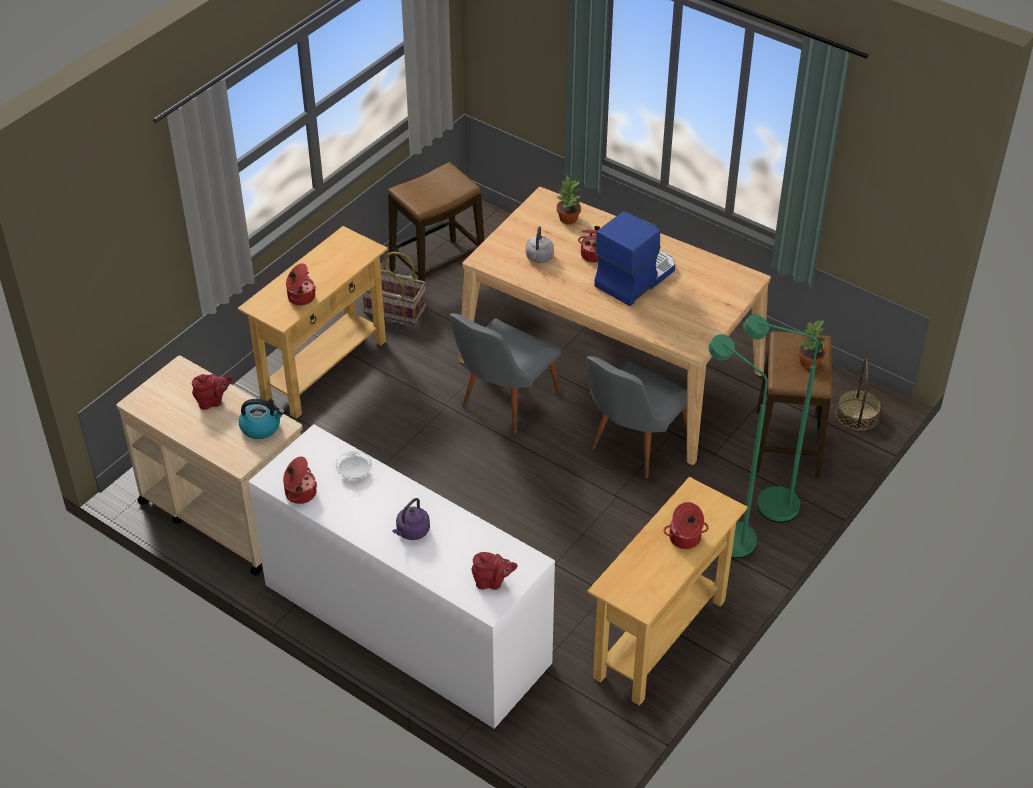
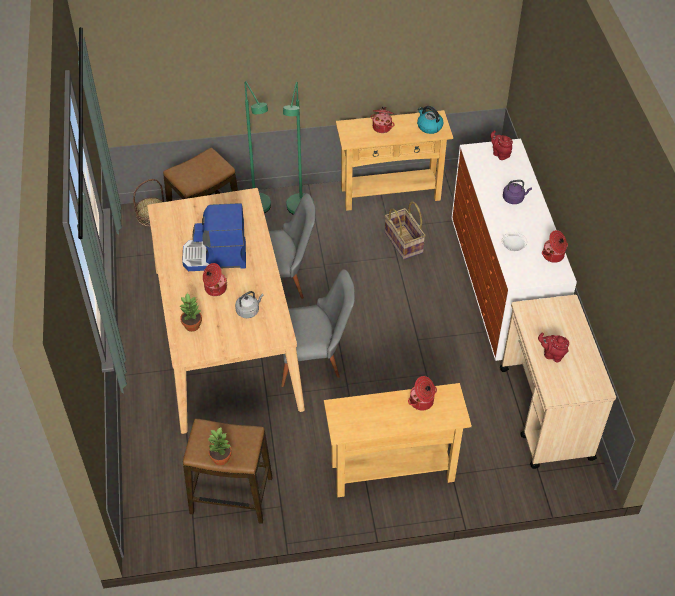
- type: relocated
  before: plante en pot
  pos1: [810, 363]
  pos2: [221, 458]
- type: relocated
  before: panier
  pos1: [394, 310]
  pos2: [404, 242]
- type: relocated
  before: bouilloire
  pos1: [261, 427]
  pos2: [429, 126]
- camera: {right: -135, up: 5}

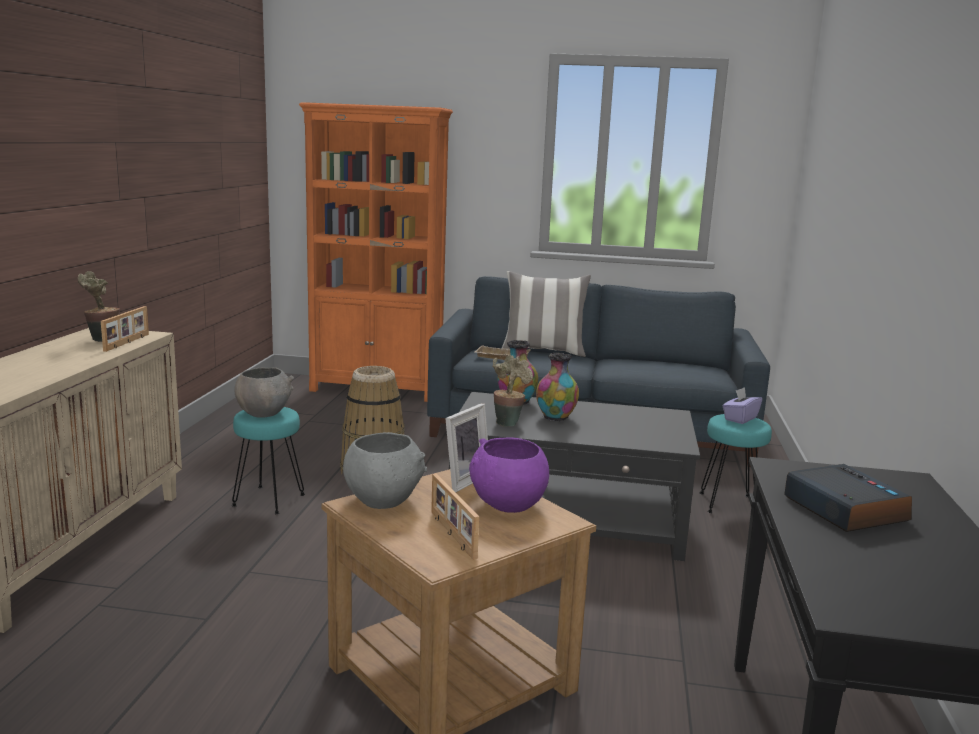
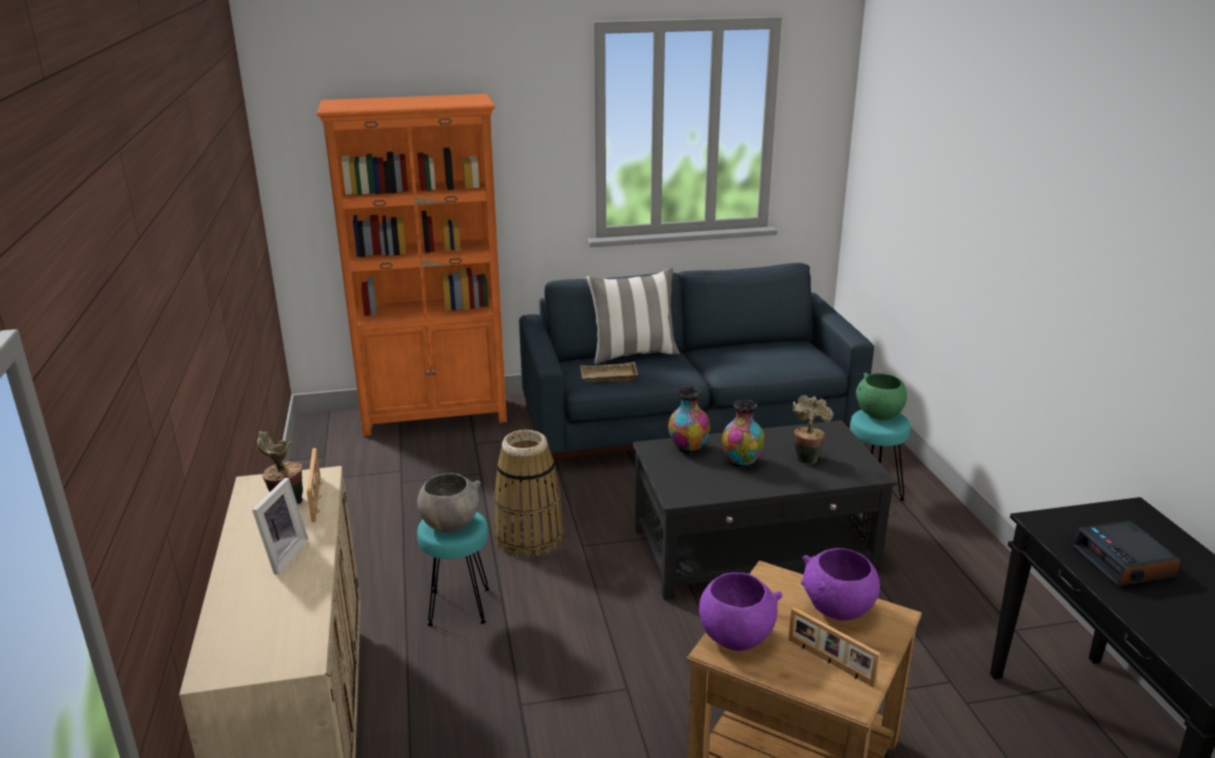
- type: relocated
  before: cadre photo
  pos1: [462, 480]
  pos2: [281, 555]
- type: colour
  before: bol/gris
  after: bol/violet
  pos1: [383, 500]
  pos2: [736, 637]
- type: relocated
  before: plante en pot
  pos1: [508, 422]
  pos2: [807, 458]
- type: exchanged
  before: boîte à mouchoirs/violet
  after: bol/vert
  pos1: [740, 418]
  pos2: [878, 415]
- type: spun
  before: réveil
  pos1: [843, 509]
  pos2: [1124, 562]
  turn: -150
- camera: {right: -20, up: 10}

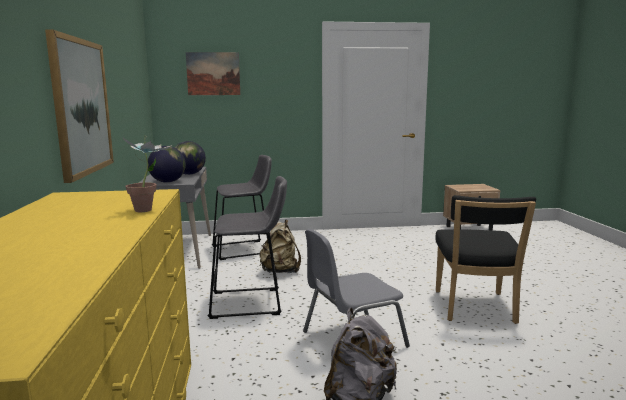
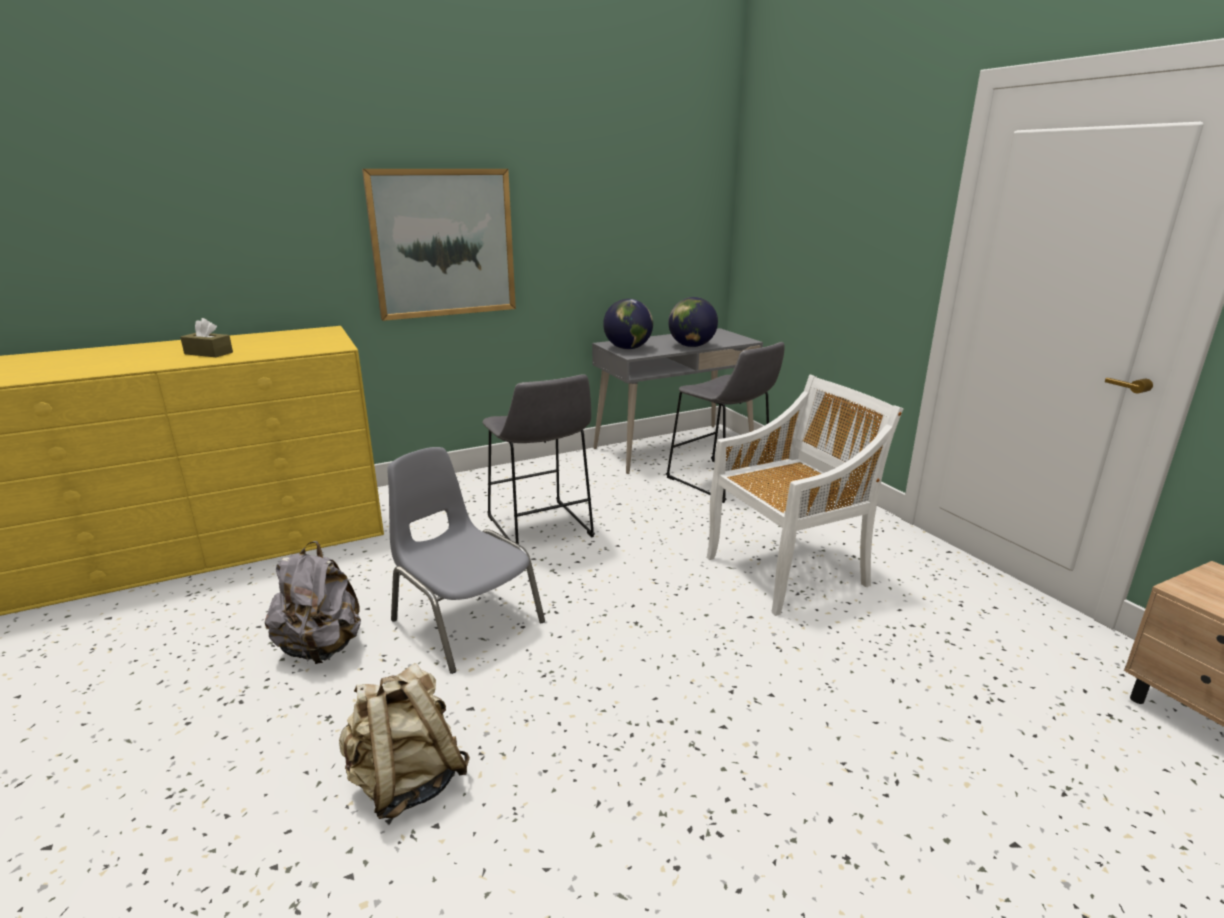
- type: appeared
  after: boîte à mouchoirs/marron
  pos2: [208, 353]
- type: relocated
  before: sac à dos/beige
  pos1: [280, 271]
  pos2: [406, 781]
- type: appeared
  after: chaise/blanc
  pos2: [788, 570]
- type: missing
  before: plante en pot
  pos1: [149, 209]
- type: missing
  before: tableau
  pos1: [213, 73]
- type: missing
  before: chaise/noir
  pos1: [475, 309]
- camera: {right: 70, up: 10}

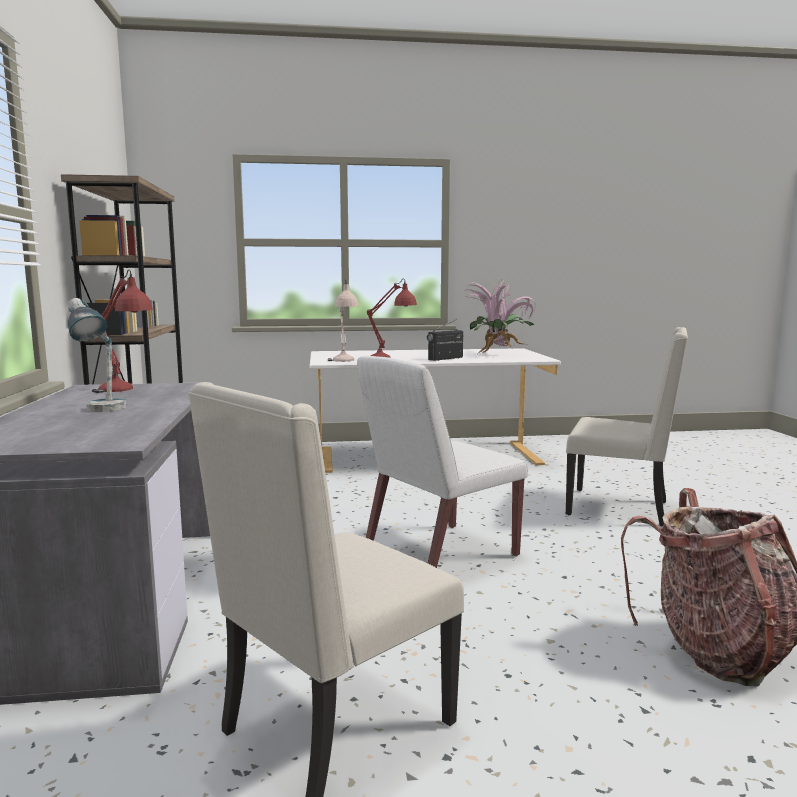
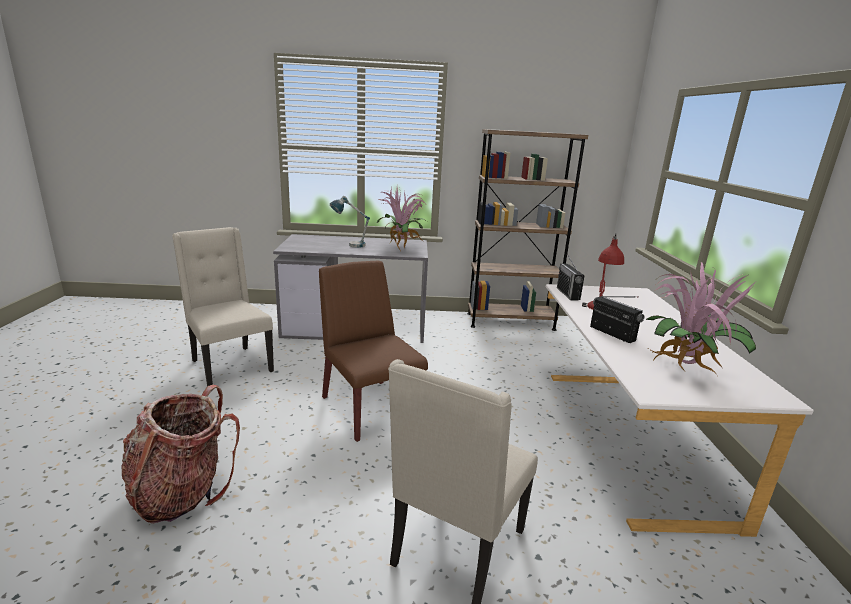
- type: colour
  before: chaise/blanc
  after: chaise/marron
  pos1: [439, 555]
  pos2: [369, 408]
- type: exchanged
  before: lampe de table/rouge
  after: plante en pot
  pos1: [125, 391]
  pos2: [402, 246]
- type: exchanged
  before: lampe de table/beige
  after: radio
  pos1: [344, 361]
  pos2: [568, 294]
- camera: {right: 95, up: 10}

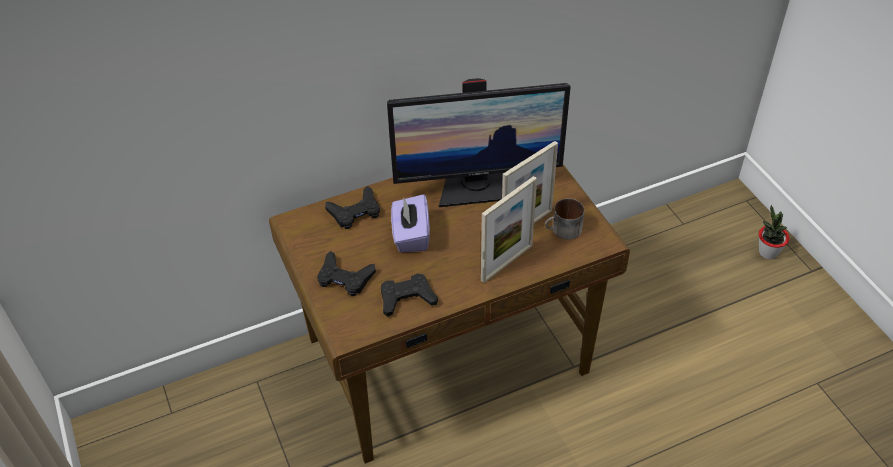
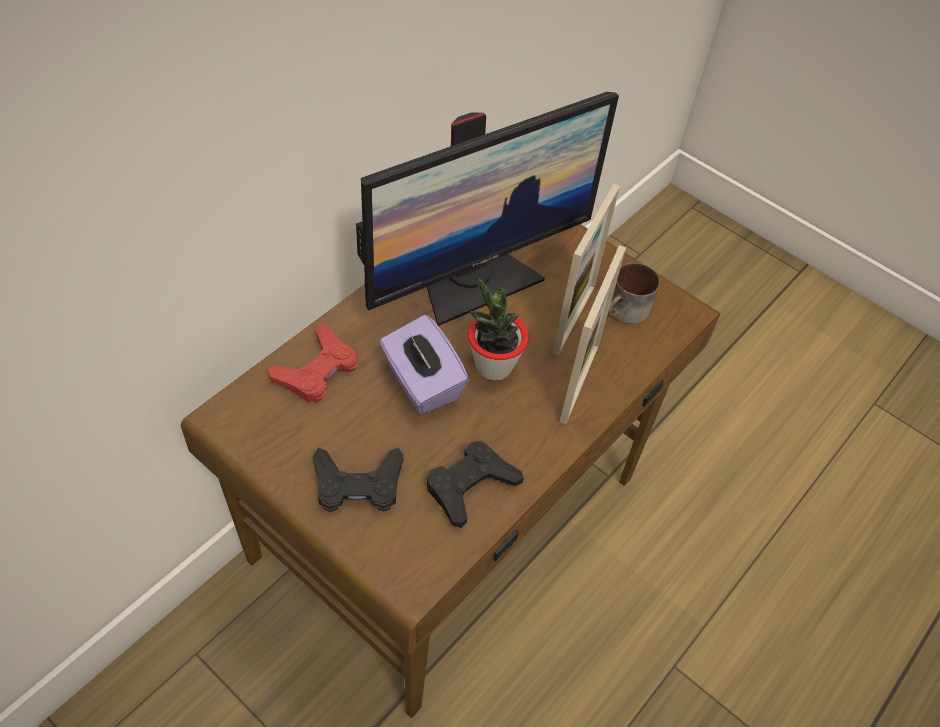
- type: colour
  before: manette/noir
  after: manette/rouge
  pos1: [355, 212]
  pos2: [317, 370]
- type: relocated
  before: plante en pot
  pos1: [768, 252]
  pos2: [493, 366]
- camera: {right: -30, up: 5}

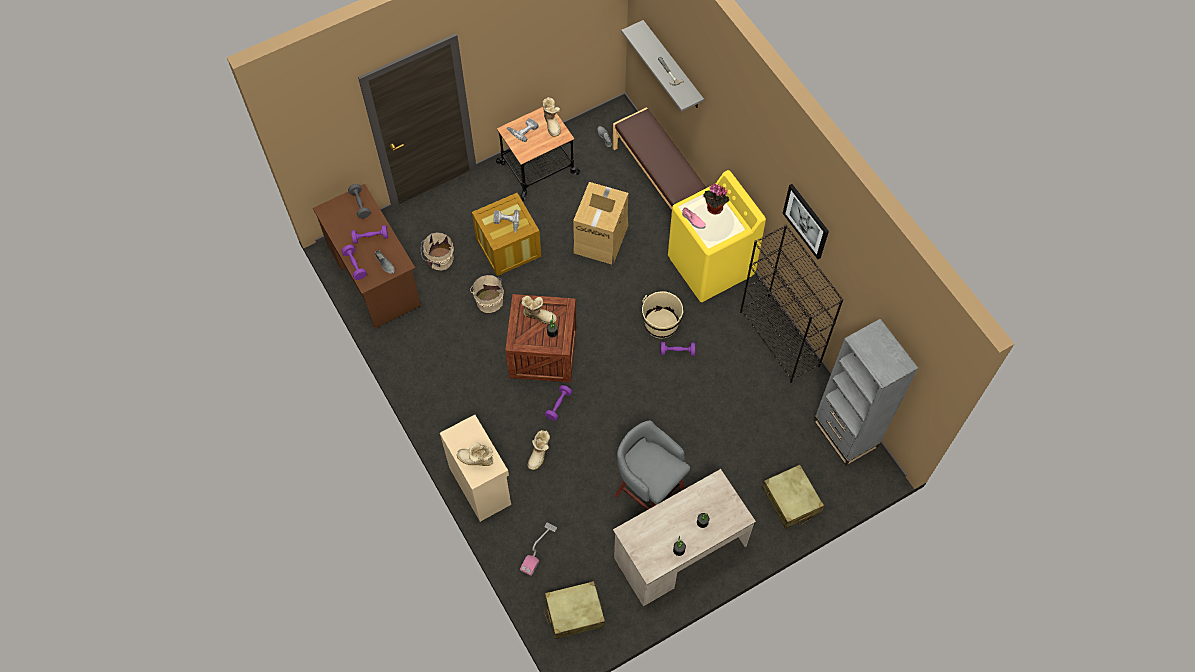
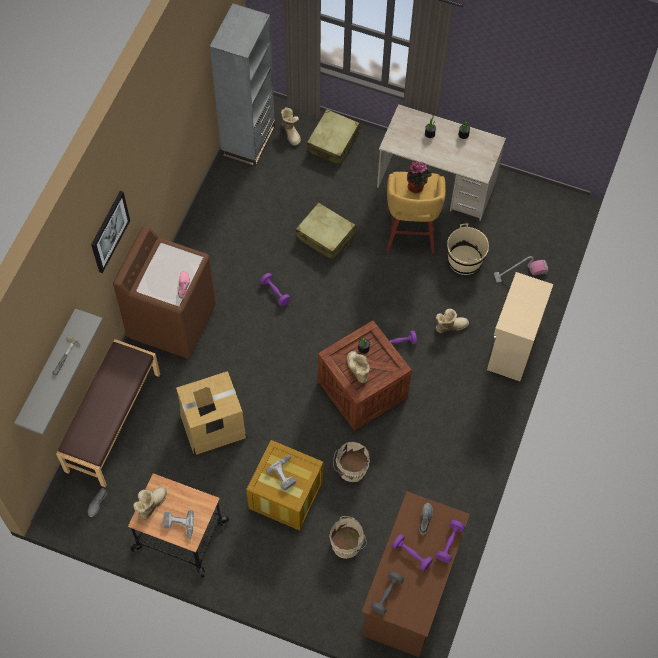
- type: relocated
  before: tableau
  pos1: [806, 221]
  pos2: [109, 231]
- type: colour
  before: lave-linge/jaune
  after: lave-linge/marron
  pos1: [711, 266]
  pos2: [172, 321]
- type: relocated
  before: botte
  pos1: [476, 460]
  pos2: [291, 133]
- type: relocated
  before: valise/beige
  pos1: [574, 613]
  pos2: [325, 237]
- type: colour
  before: tabouret/gris
  after: tabouret/jaune
  pos1: [648, 492]
  pos2: [410, 233]
- type: relocated
  before: plante en pot
  pos1: [713, 209]
  pos2: [417, 187]
- type: relocated
  before: seau/beige
  pos1: [661, 324]
  pos2: [464, 260]
- type: missing
  before: bibliothèque/noir
  pos1: [780, 339]
- camera: {right: -130, up: 0}

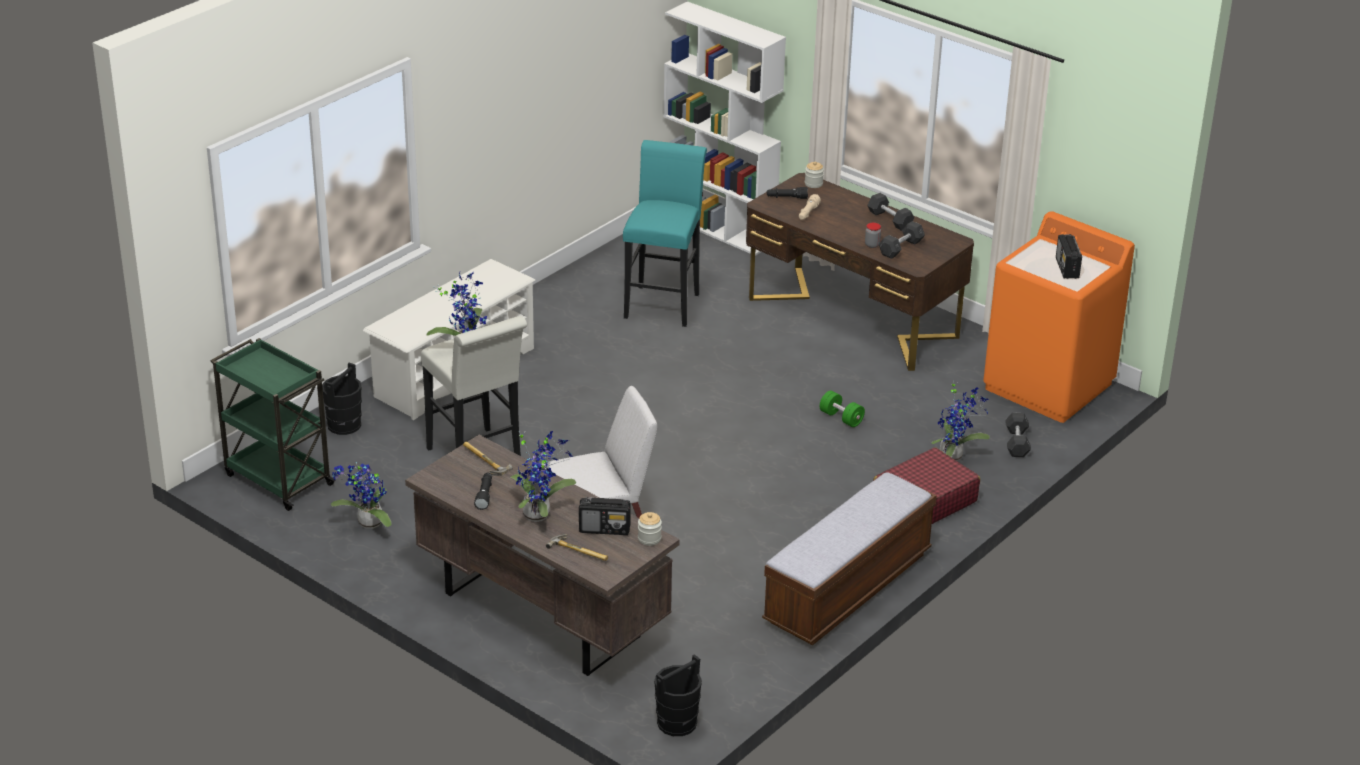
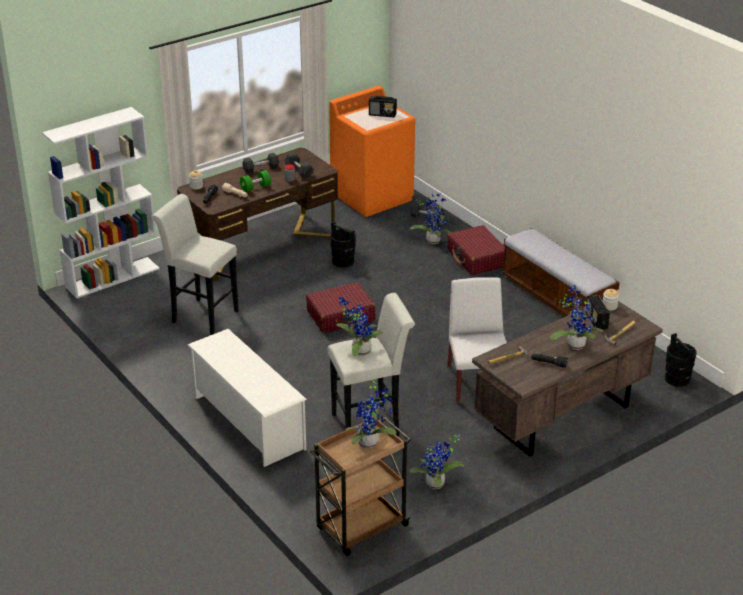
- type: colour
  before: tabouret/turquoise
  after: tabouret/blanc
  pos1: [663, 303]
  pos2: [201, 315]
- type: relocated
  before: haltère/vert
  pos1: [841, 418]
  pos2: [255, 187]
- type: appeared
  after: valise/rouge
  pos2: [341, 316]
- type: colour
  before: chariot/vert
  after: chariot/marron
  pos1: [277, 478]
  pos2: [361, 528]
- type: relocated
  before: seau/noir
  pos1: [344, 425]
  pos2: [343, 261]
- type: appeared
  after: plante en pot
  pos2: [370, 443]
- type: spun
  before: radio
  pos1: [605, 529]
  pos2: [596, 321]
  turn: 150
- camera: {right: -75, up: 0}

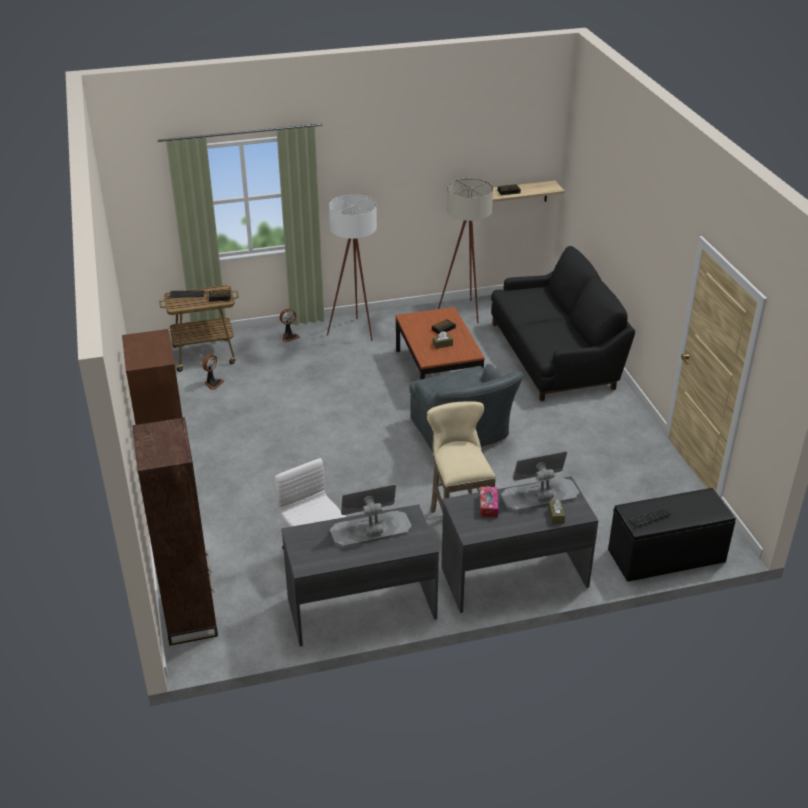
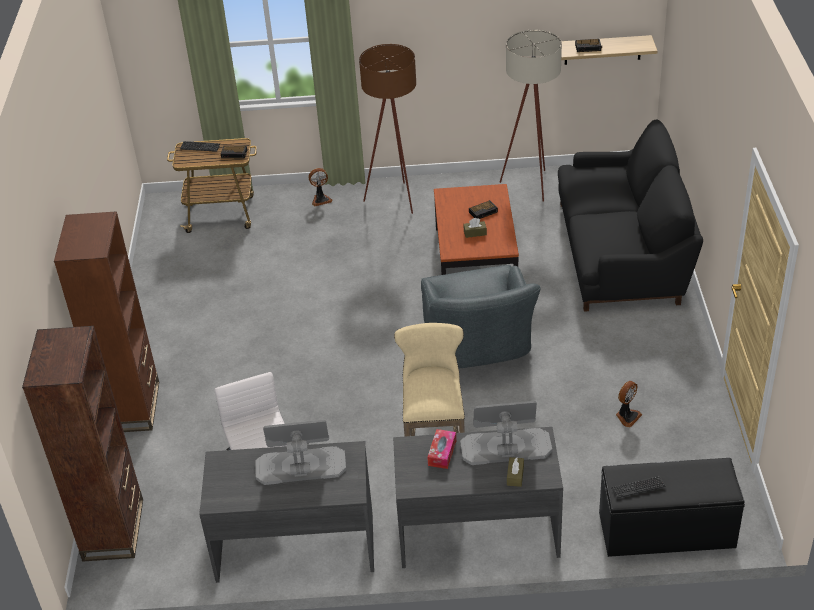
- type: colour
  before: lampadaire/blanc
  after: lampadaire/marron
  pos1: [356, 333]
  pos2: [397, 202]
- type: relocated
  before: ventilateur
  pos1: [213, 383]
  pos2: [627, 416]
- camera: {right: 15, up: 5}

